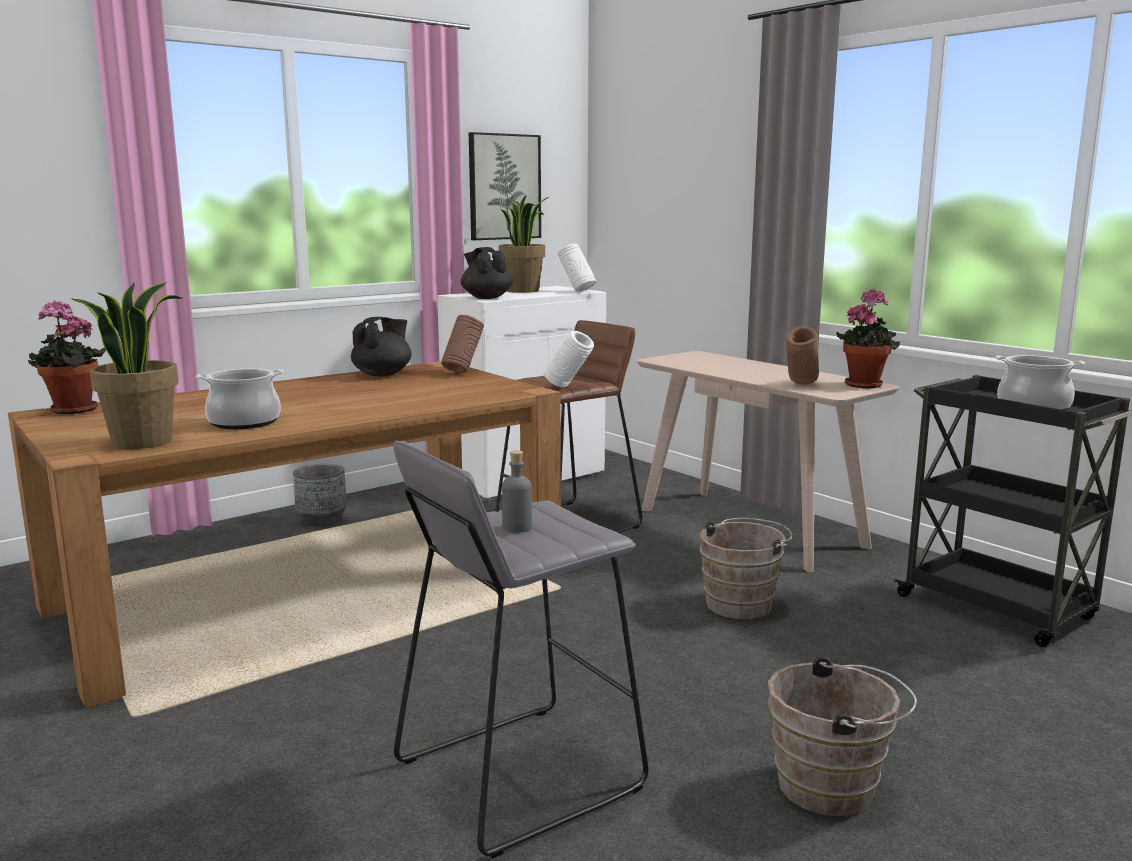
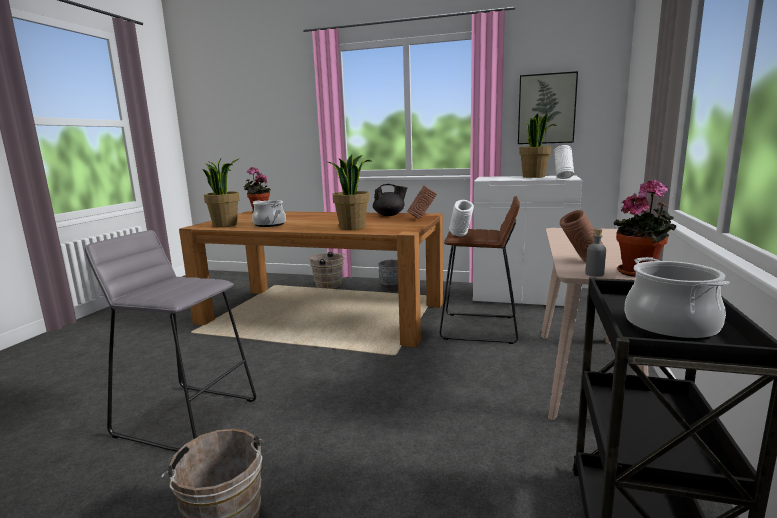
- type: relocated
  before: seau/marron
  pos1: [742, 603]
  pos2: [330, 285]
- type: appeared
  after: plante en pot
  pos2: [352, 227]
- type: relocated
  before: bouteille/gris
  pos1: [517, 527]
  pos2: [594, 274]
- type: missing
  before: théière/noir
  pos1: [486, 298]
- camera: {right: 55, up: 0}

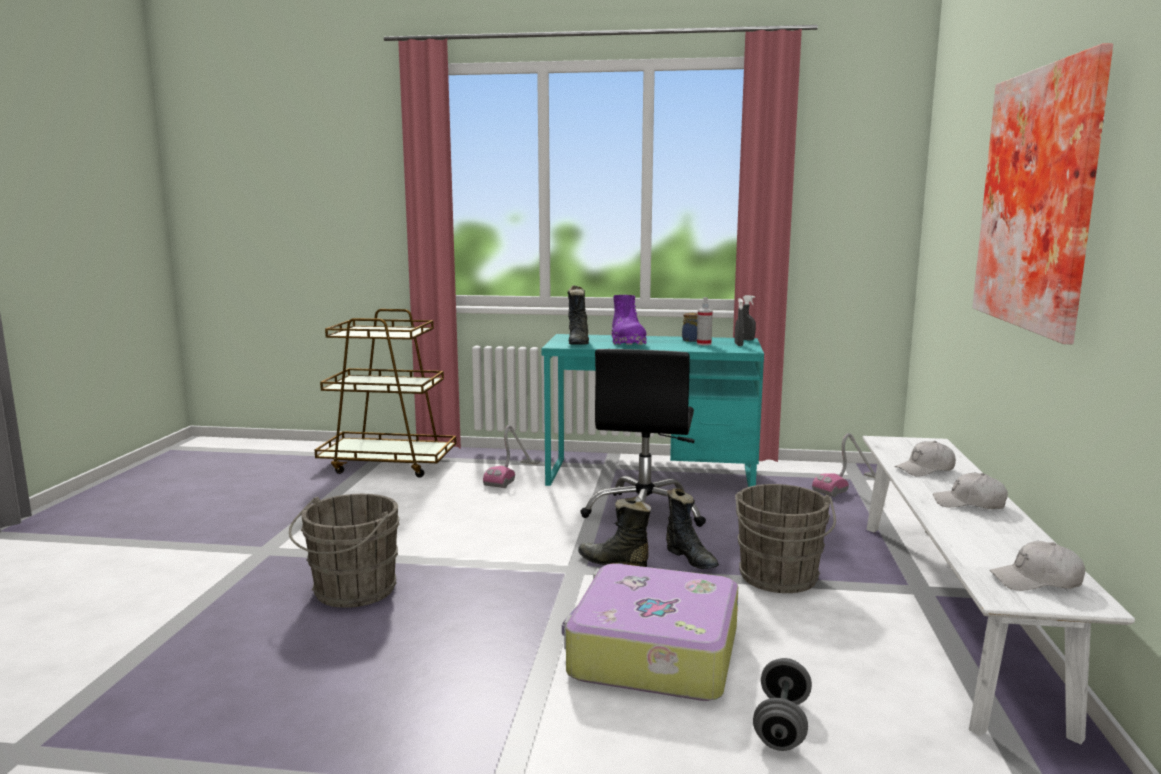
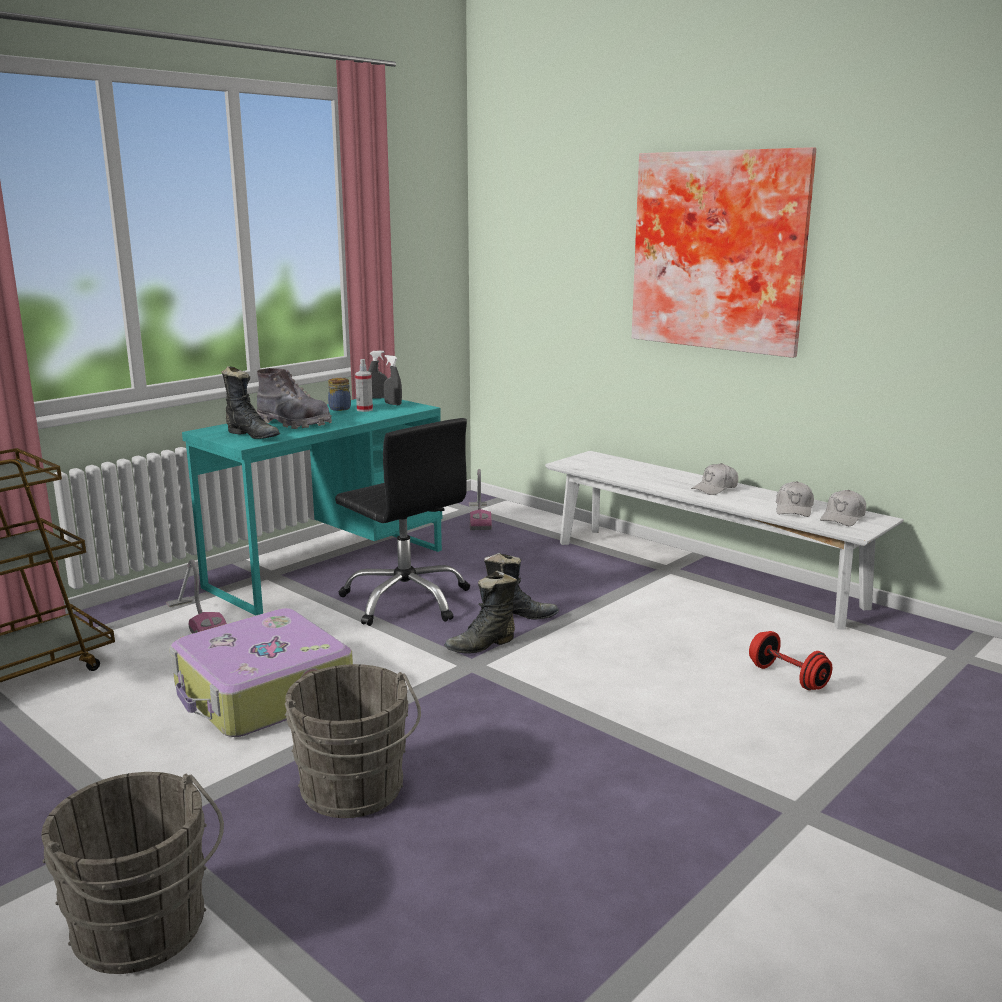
- type: relocated
  before: seau/gris
  pos1: [779, 579]
  pos2: [144, 932]
- type: relocated
  before: valise
  pos1: [652, 653]
  pos2: [262, 693]
- type: colour
  before: botte/violet
  after: botte/gris
  pos1: [627, 342]
  pos2: [293, 423]
- type: colour
  before: haltère/gris
  after: haltère/rouge
  pos1: [781, 724]
  pos2: [787, 677]
- type: relocated
  before: casquette/blanc
  pos1: [925, 469]
  pos2: [794, 509]
- camera: {right: -55, up: 5}

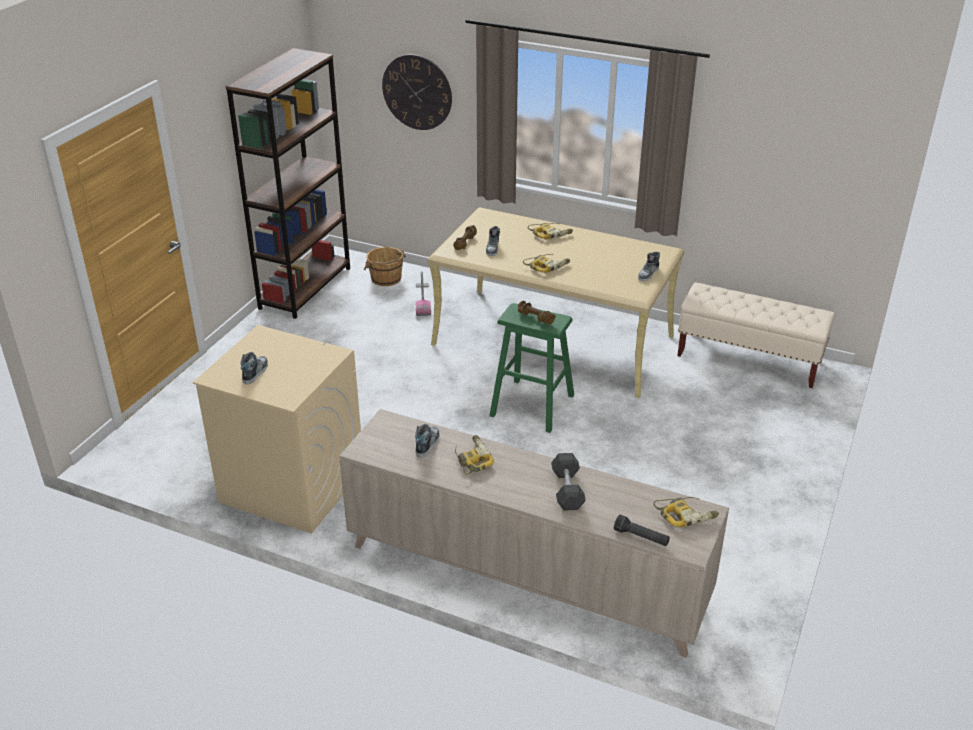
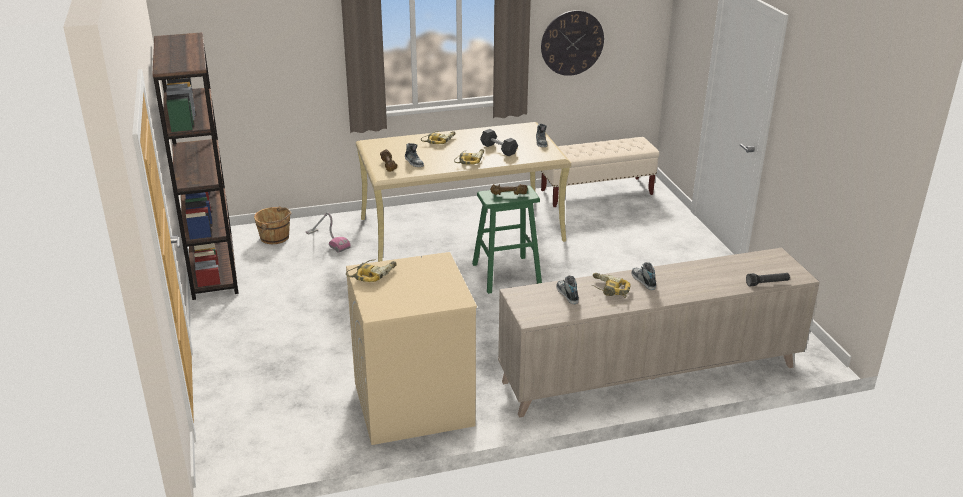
- type: relocated
  before: perceuse
  pos1: [685, 515]
  pos2: [372, 274]
- type: relocated
  before: haltère/gris
  pos1: [567, 490]
  pos2: [498, 149]
- type: relocated
  before: horloge murale
  pos1: [417, 92]
  pos2: [572, 43]
- type: relocated
  before: chaussure
  pos1: [255, 372]
  pos2: [643, 281]
- camera: {right: -40, up: -5}

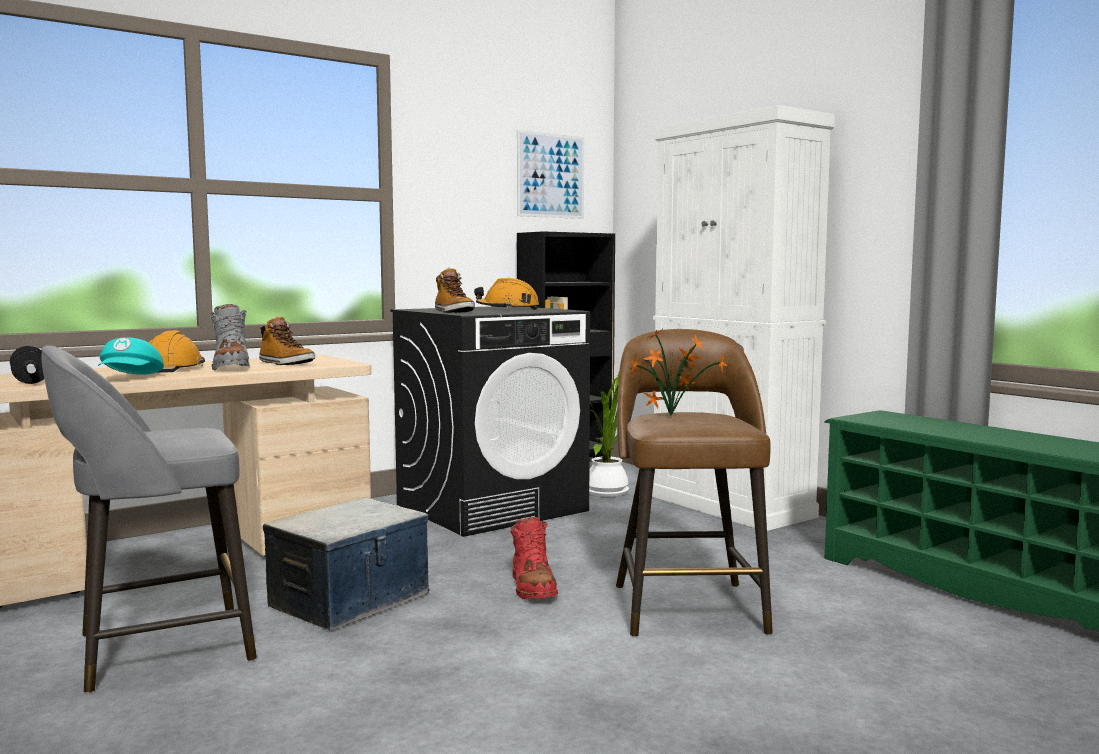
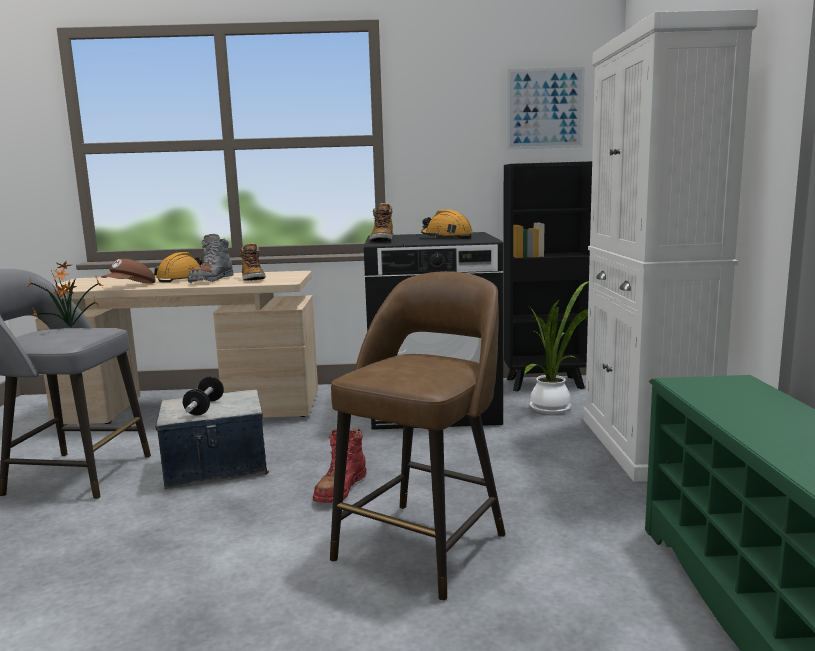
- type: relocated
  before: plante en pot
  pos1: [672, 416]
  pos2: [72, 327]
- type: colour
  before: casquette/turquoise
  after: casquette/marron
  pos1: [131, 378]
  pos2: [130, 286]
- type: relocated
  before: haltère
  pos1: [30, 380]
  pos2: [205, 408]
- camera: {right: 35, up: 5}

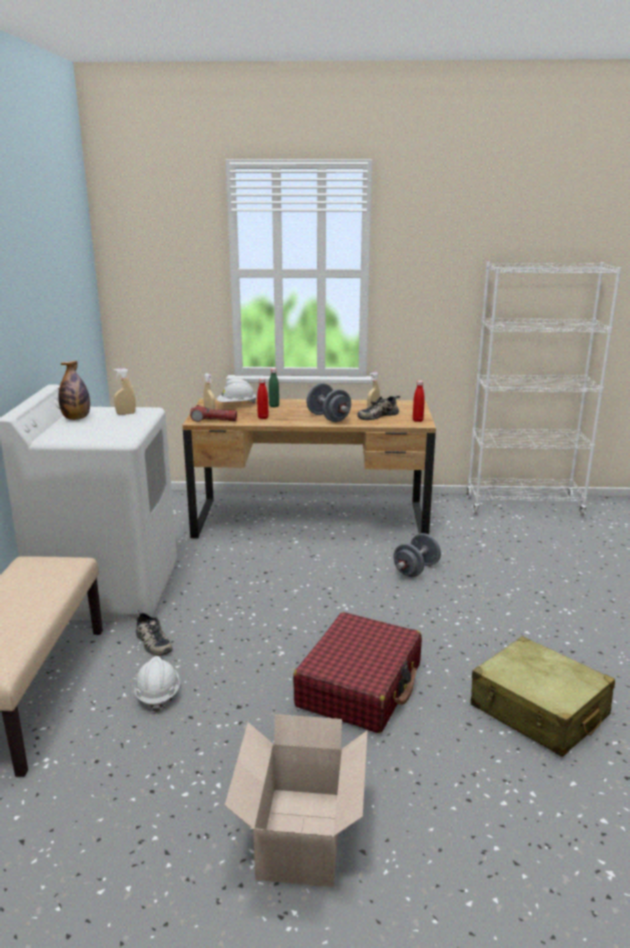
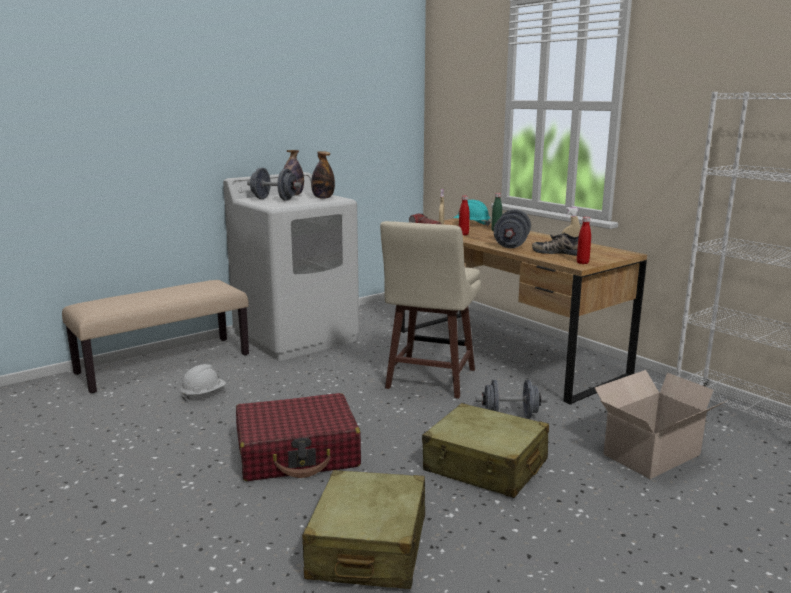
- type: appeared
  after: haltère/gris
  pos2: [274, 199]
- type: exchanged
  before: vaporisateur/beige
  after: bouteille
  pos1: [126, 413]
  pos2: [323, 198]
- type: appeared
  after: tabouret/beige
  pos2: [429, 380]
- type: appeared
  after: valise/beige
  pos2: [485, 466]
- type: colour
  before: casque de chantier/blanc
  after: casque de chantier/turquoise
  pos1: [236, 405]
  pos2: [471, 225]
- type: relocated
  before: carton
  pos1: [299, 838]
  pos2: [649, 455]
- type: missing
  before: chaussure
  pos1: [152, 642]
- camera: {right: 50, up: -5}

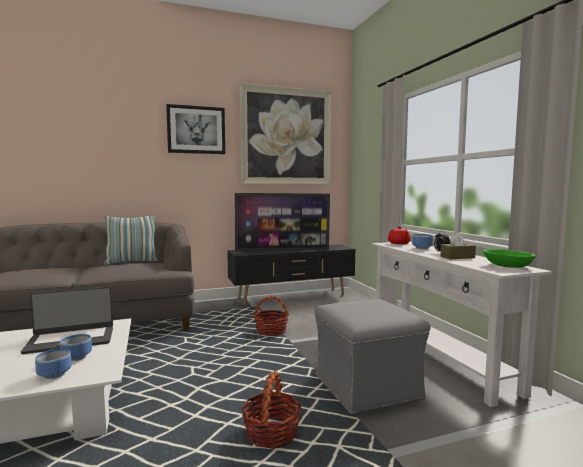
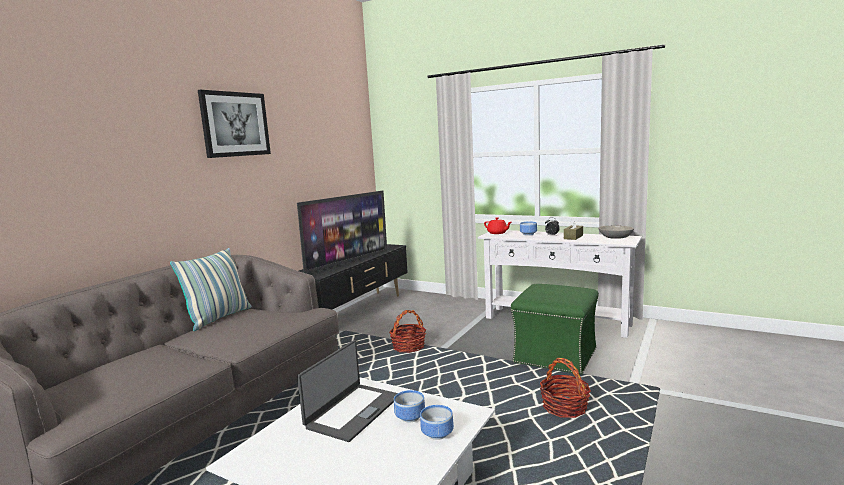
- type: colour
  before: pouf/gris
  after: pouf/vert
  pos1: [367, 387]
  pos2: [556, 356]
- type: colour
  before: bol/vert
  after: bol/gris
  pos1: [507, 265]
  pos2: [615, 237]
- type: missing
  before: tableau
  pos1: [286, 136]
- camera: {right: -40, up: 5}

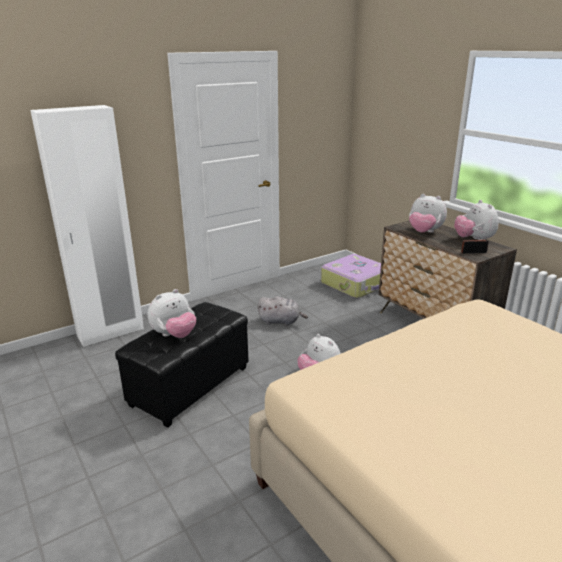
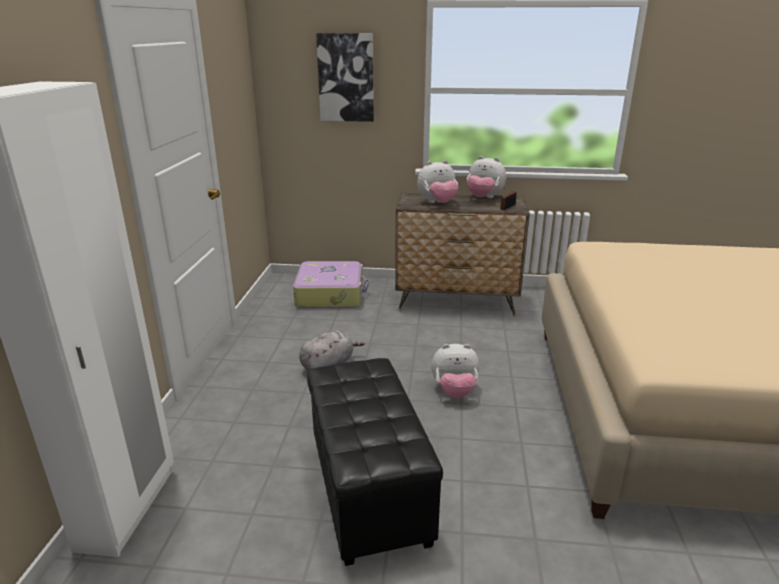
- type: appeared
  after: tableau
  pos2: [346, 78]
- type: missing
  before: peluche
  pos1: [174, 335]
- camera: {right: -50, up: 0}

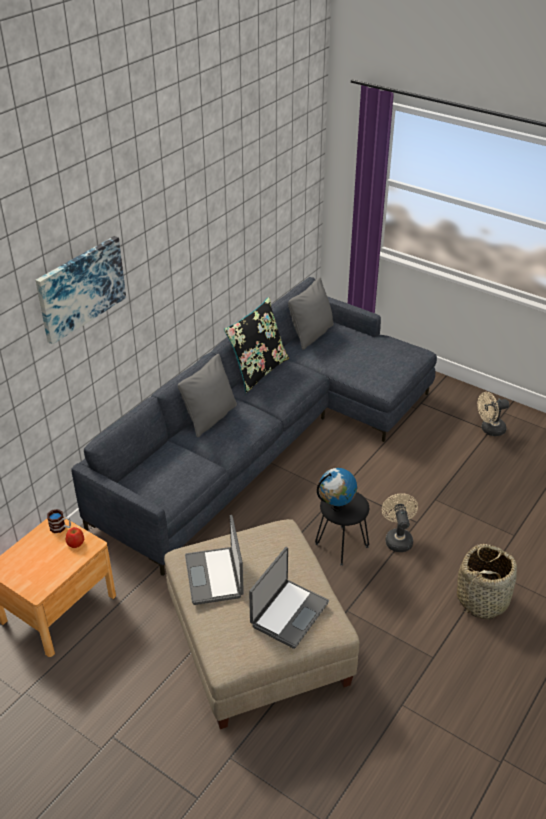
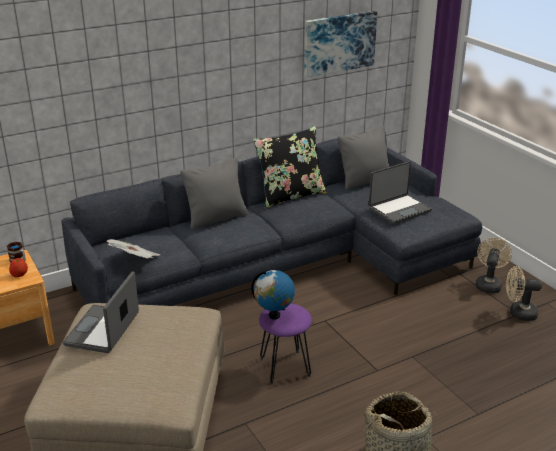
- type: appeared
  after: journal
  pos2: [135, 260]
- type: colour
  before: tabouret/noir
  after: tabouret/violet
  pos1: [342, 545]
  pos2: [285, 366]
- type: relocated
  before: tableau
  pos1: [80, 288]
  pos2: [339, 43]
- type: relocated
  before: ordinateur portable
  pos1: [288, 613]
  pos2: [399, 209]
- type: relocated
  before: ventilateur/beige
  pos1: [397, 538]
  pos2: [488, 284]
- camera: {right: 25, up: -10}

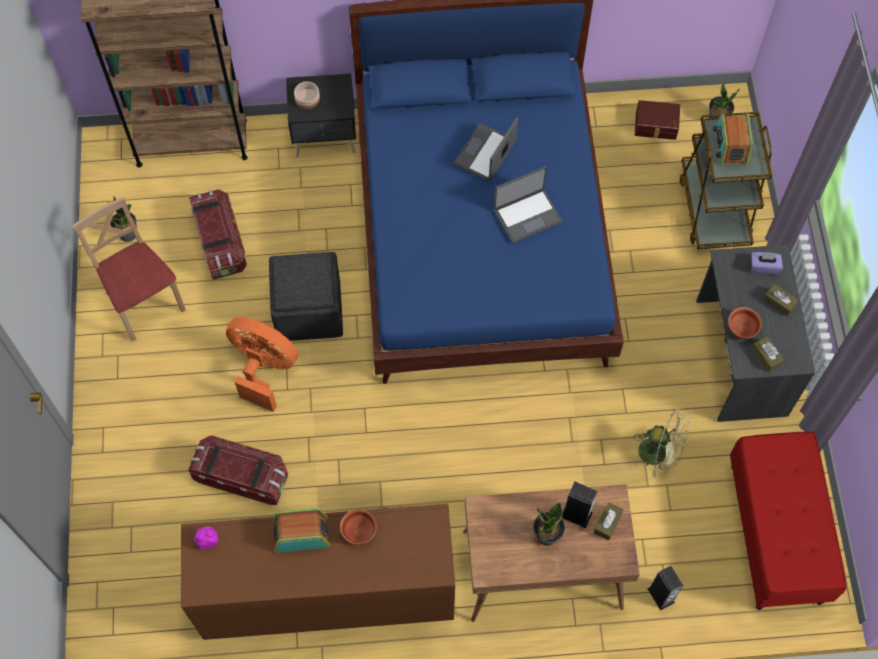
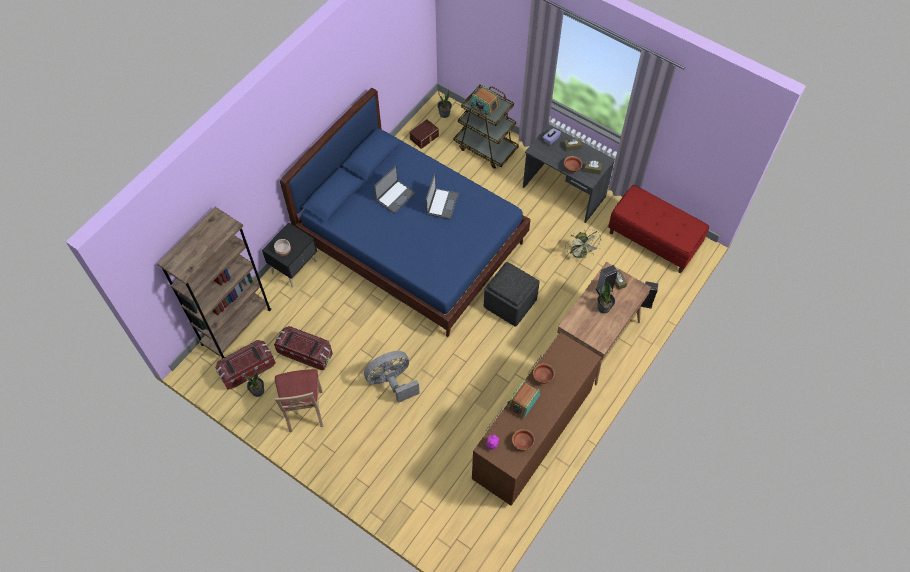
- type: relocated
  before: boîte de rangement
  pos1: [242, 477]
  pos2: [247, 369]
- type: spun
  before: chaise/beige
  pos1: [144, 302]
  pos2: [304, 410]
  turn: -105
- type: colour
  before: ventilateur/orange
  after: ventilateur/gris
  pos1: [263, 368]
  pos2: [392, 381]
- type: spun
  before: ordinateur portable
  pos1: [486, 154]
  pos2: [395, 196]
  turn: -120
- type: relocated
  before: pouf/gris
  pos1: [309, 309]
  pos2: [510, 302]
- type: appeared
  after: bol
  pos2: [522, 443]
- type: spun
  before: ventilateur/vert
  pos1: [659, 453]
  pos2: [580, 254]
  turn: 105
- camera: {right: -50, up: -5}

